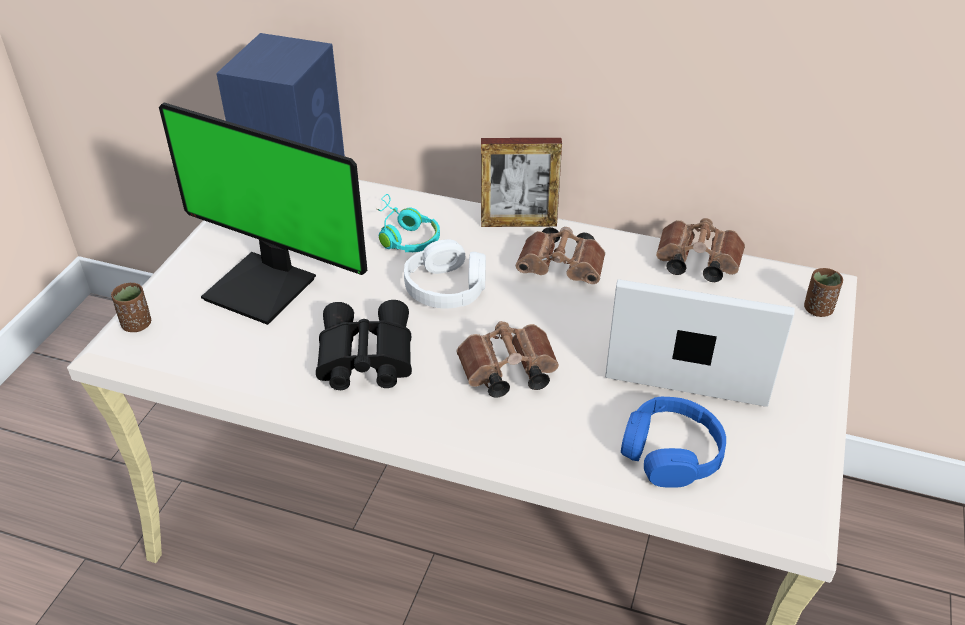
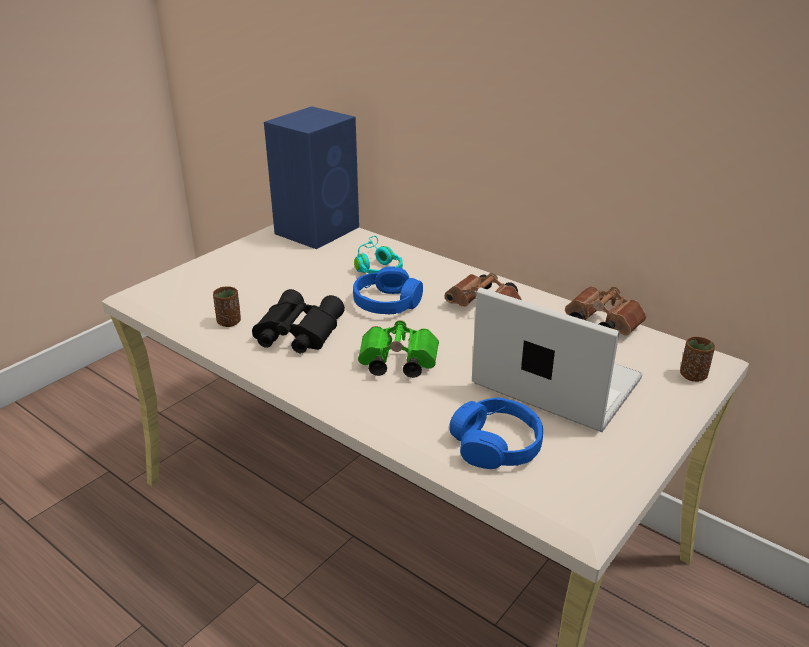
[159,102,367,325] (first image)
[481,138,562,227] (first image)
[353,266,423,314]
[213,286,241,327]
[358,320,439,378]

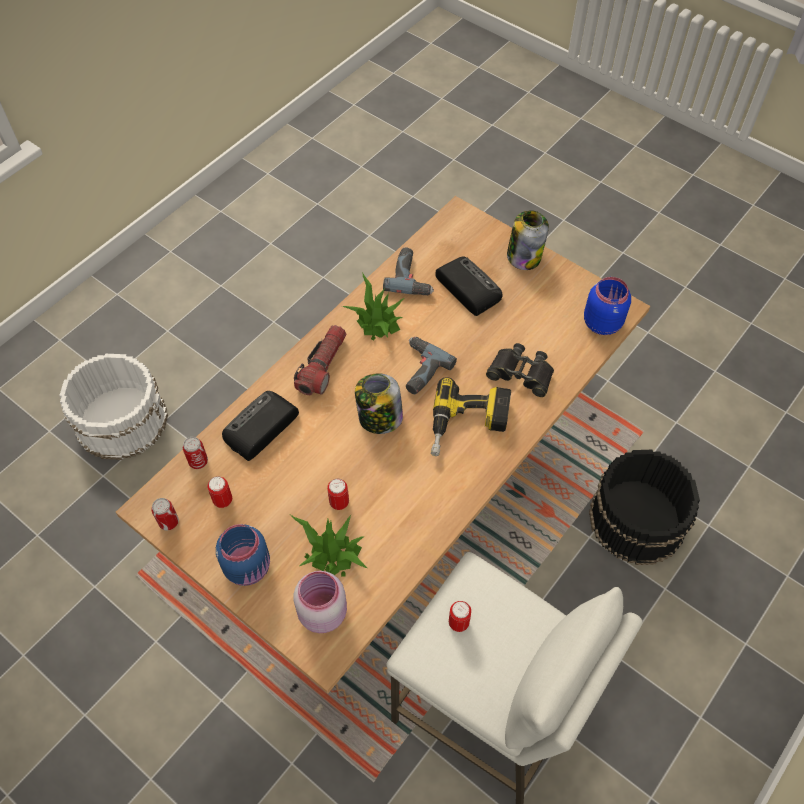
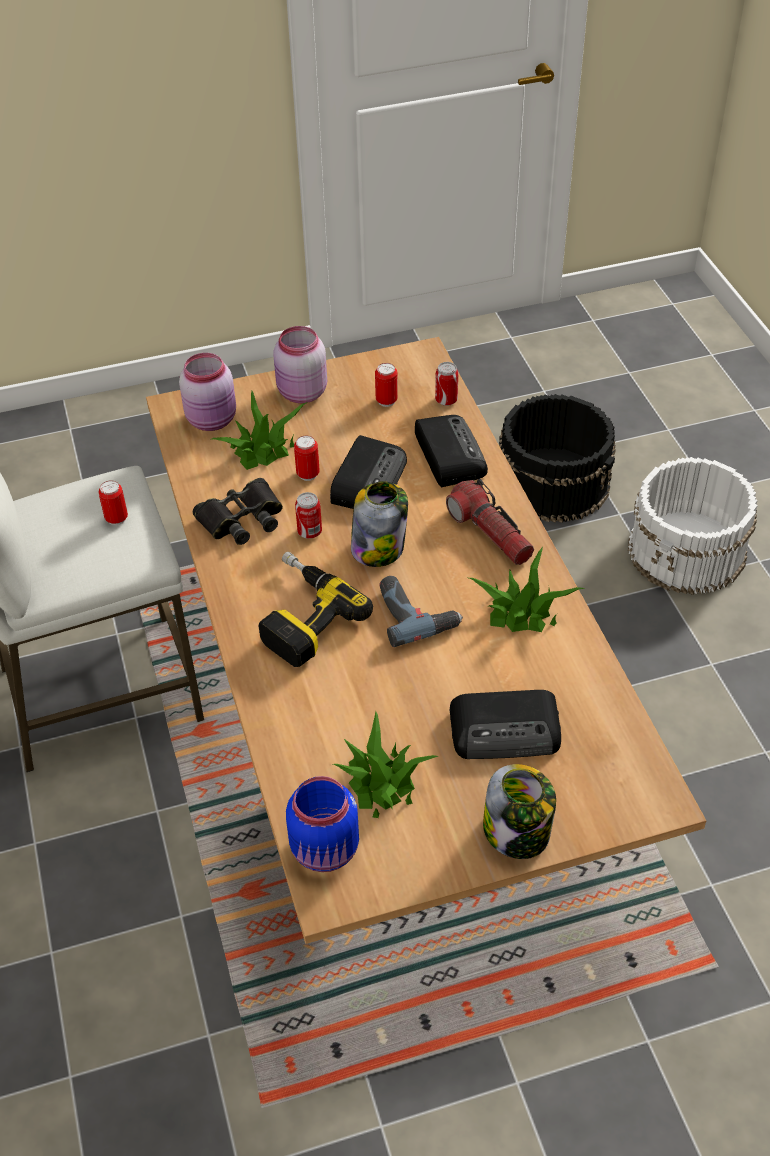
[383,248,434,295] (first image)
[193,478,283,545]
[499,394,616,523]
[295,492,322,539]
[273,326,327,403]
[330,435,407,509]
[333,711,438,818]

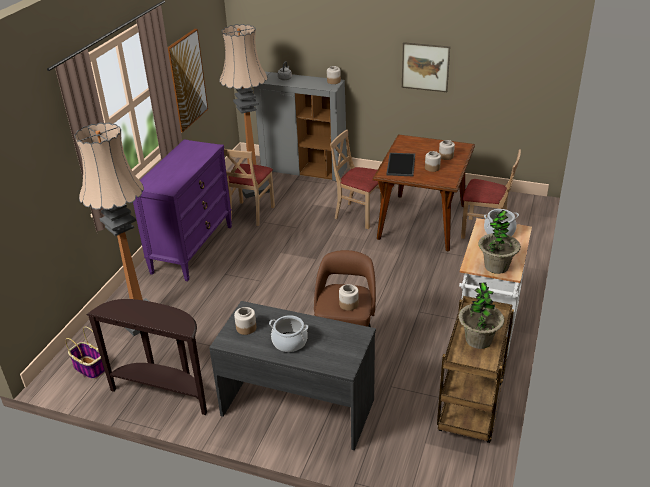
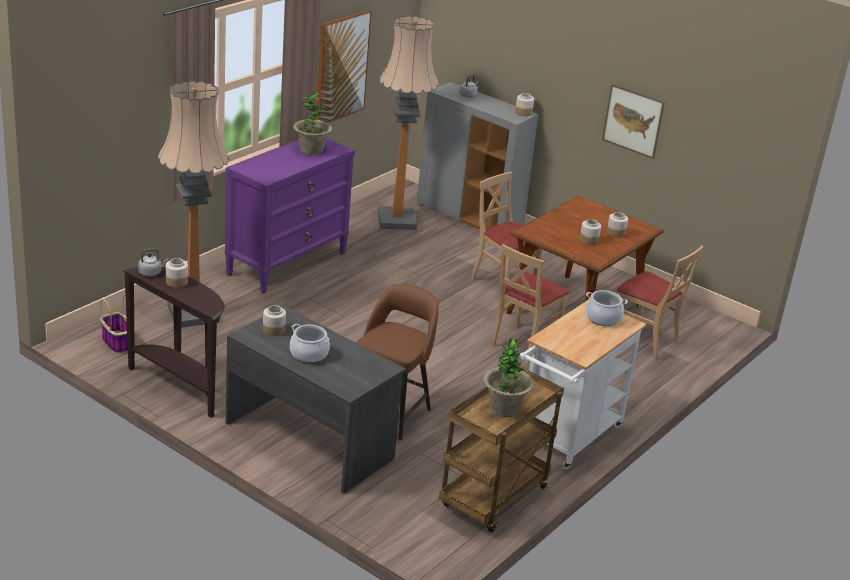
[491,244,569,363]
[386,153,415,176] (first image)
[293,93,332,155]
[166,258,188,288]
[138,249,168,277]

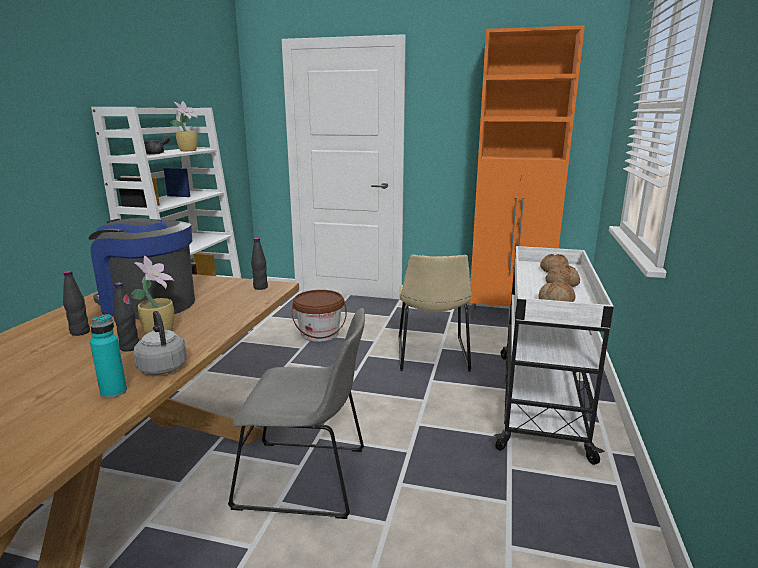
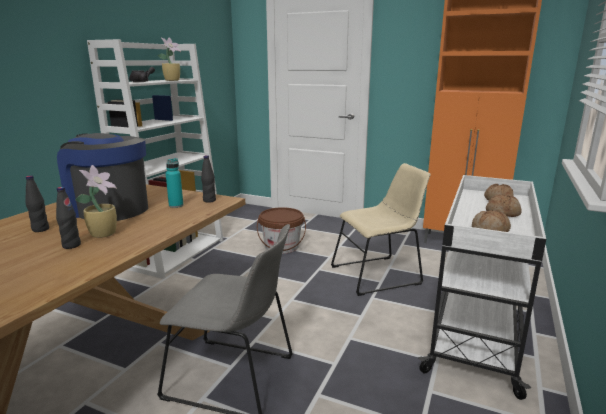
[331,163,431,296]
[134,311,187,375] (first image)
[165,158,183,208]

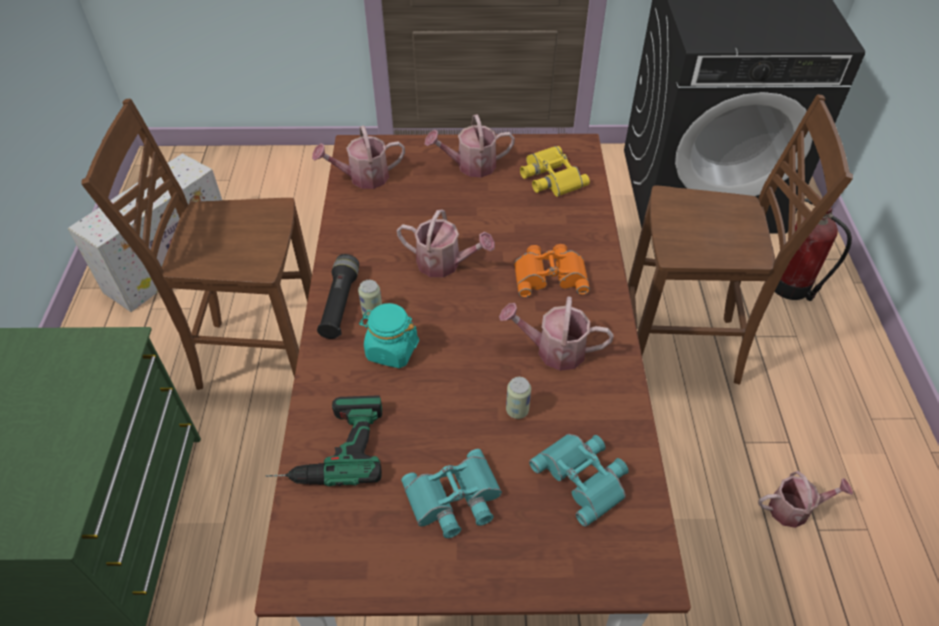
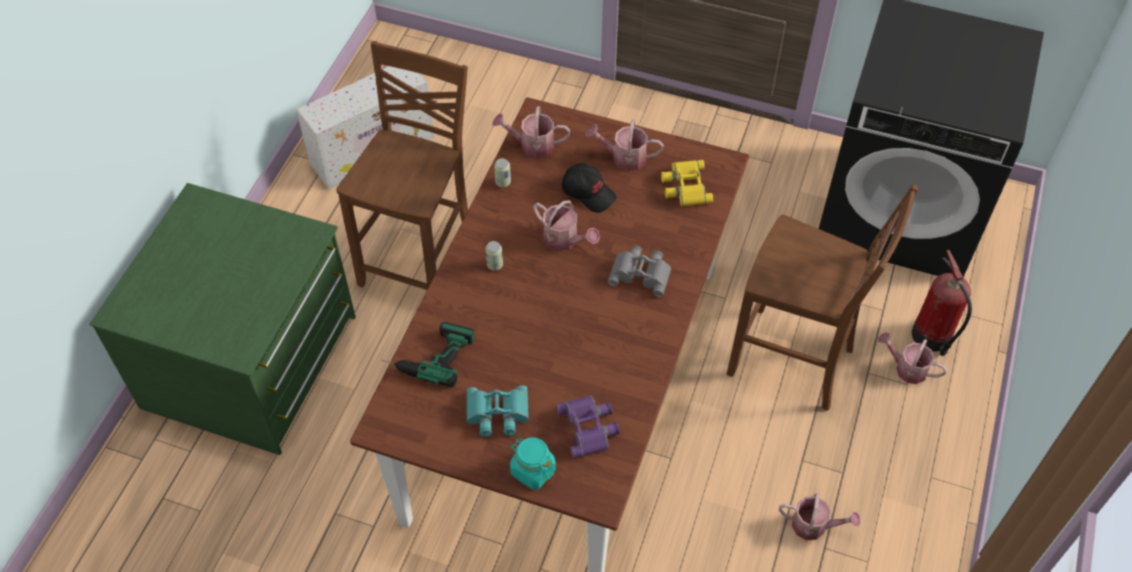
[336,41,468,290]
[608,245,671,297]
[317,254,359,339] (first image)
[877,332,947,384]
[510,437,556,490]
[494,158,511,187]
[556,395,620,458]
[562,163,616,213]

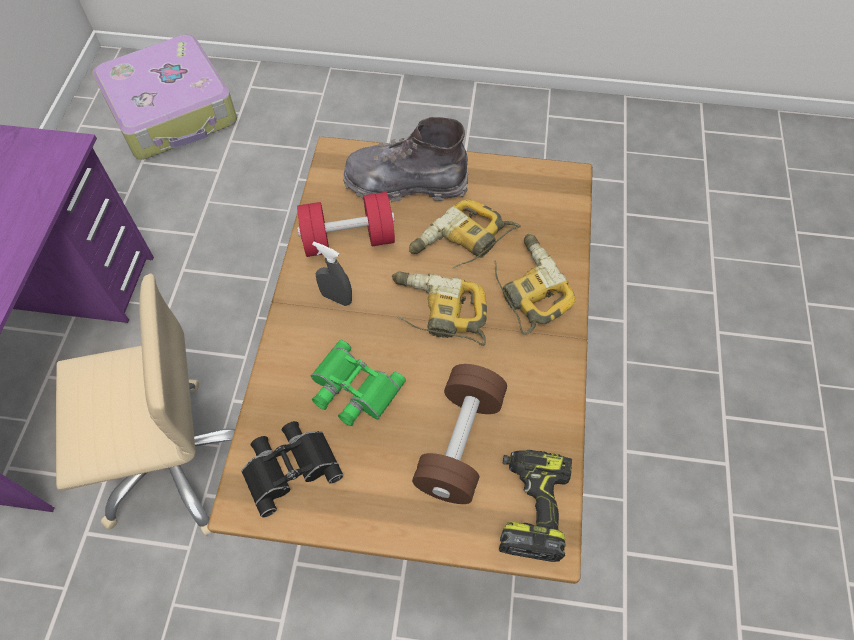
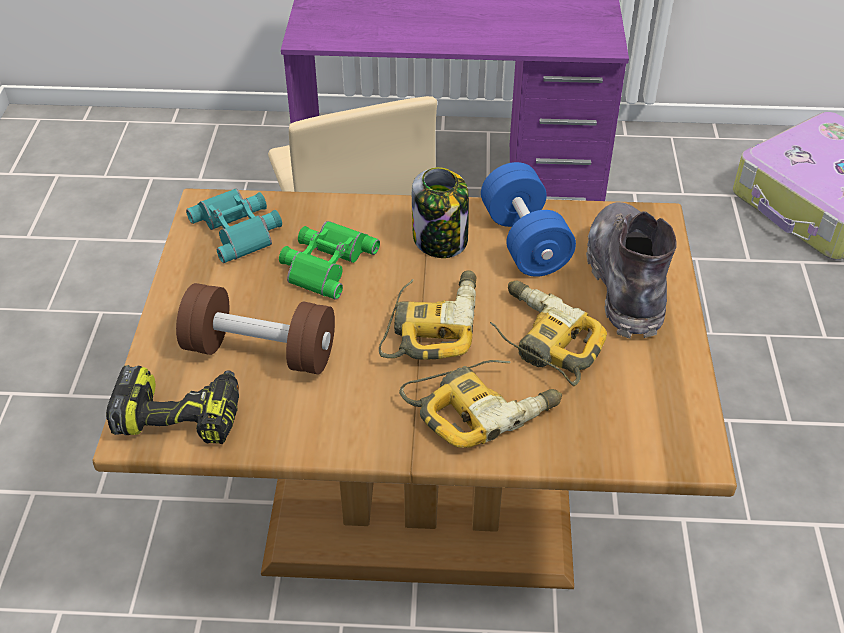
[481,162,576,277]
[412,167,469,258]
[186,188,282,263]

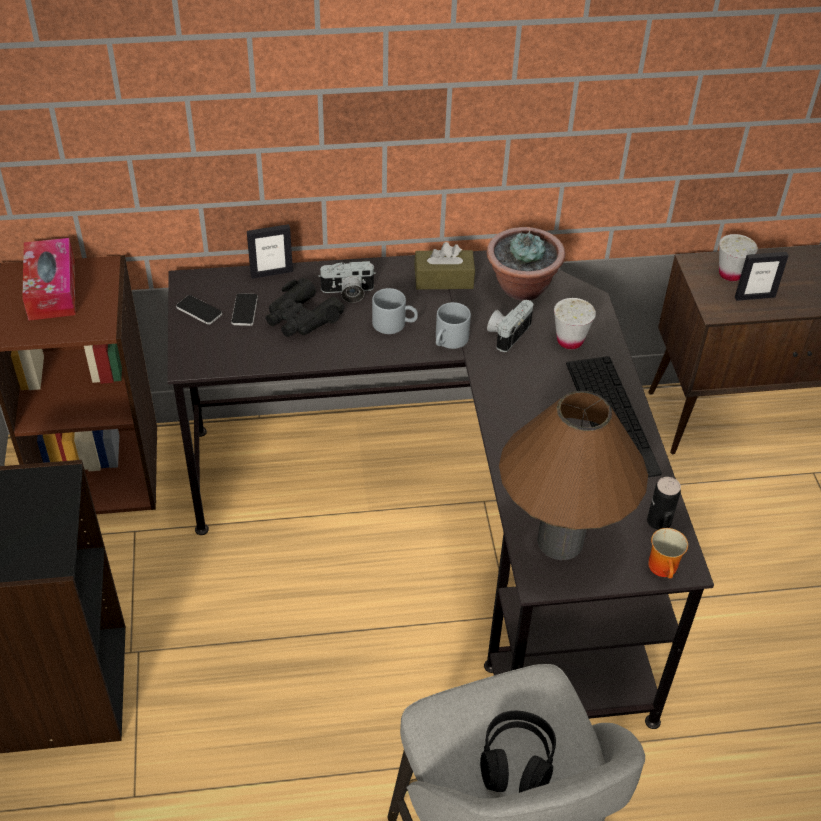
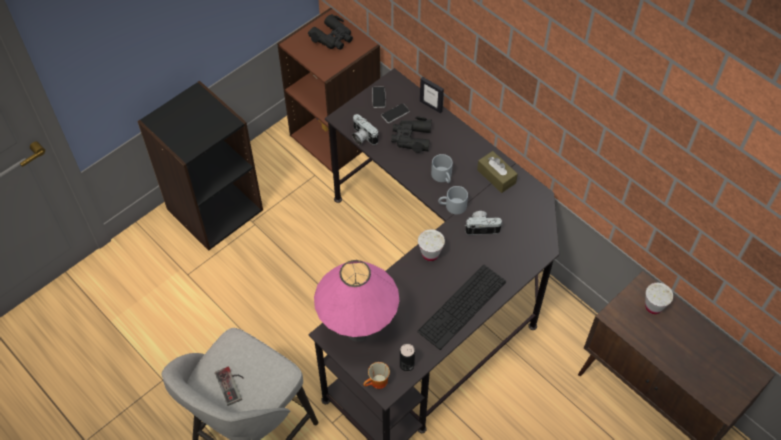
[487,227,565,301] (first image)
[308,14,353,50]
[735,252,789,301] (first image)
[352,114,378,145]
[418,229,445,261]
[314,260,400,342]
[215,366,244,406]

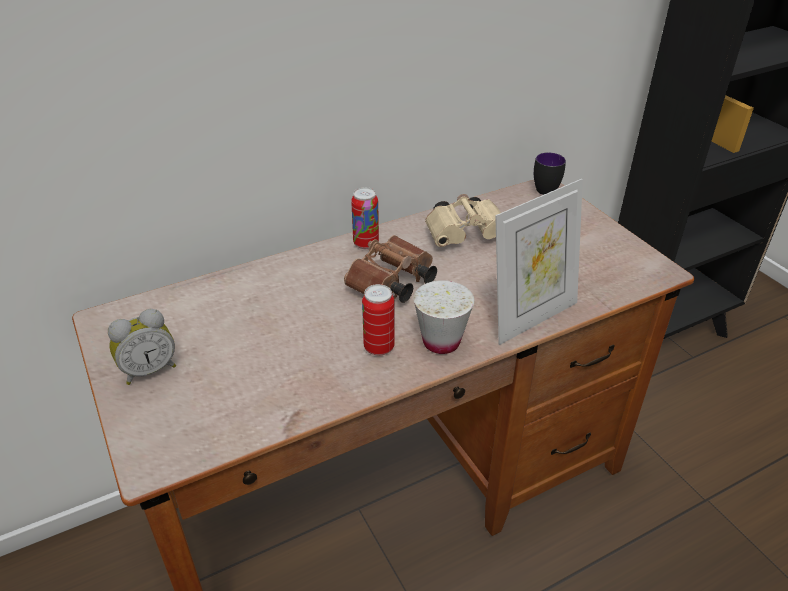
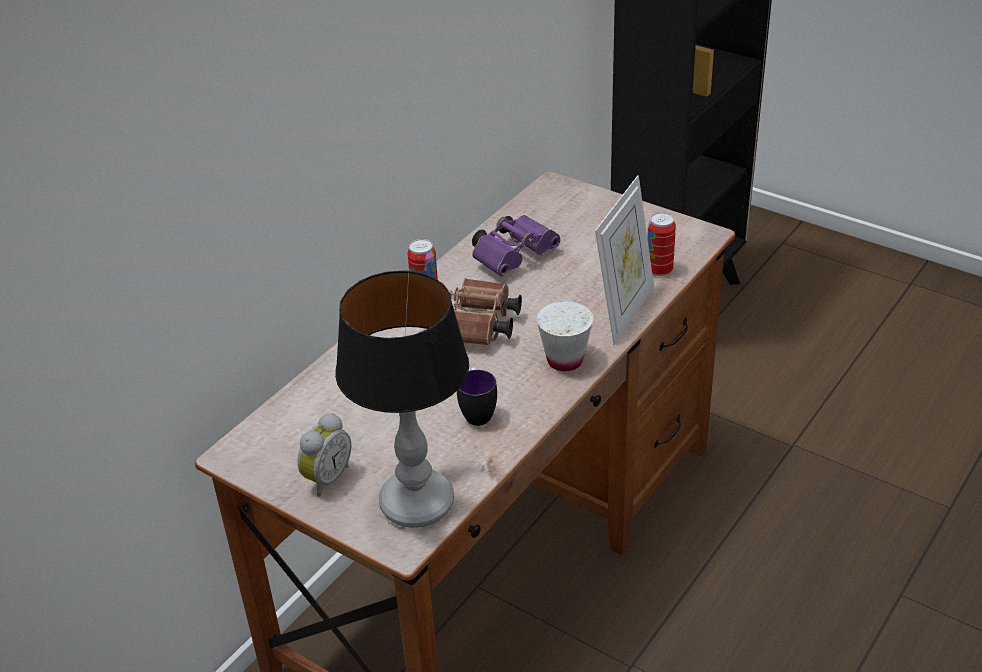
[457,368,497,426]
[472,215,560,276]
[647,212,676,276]
[335,270,469,528]

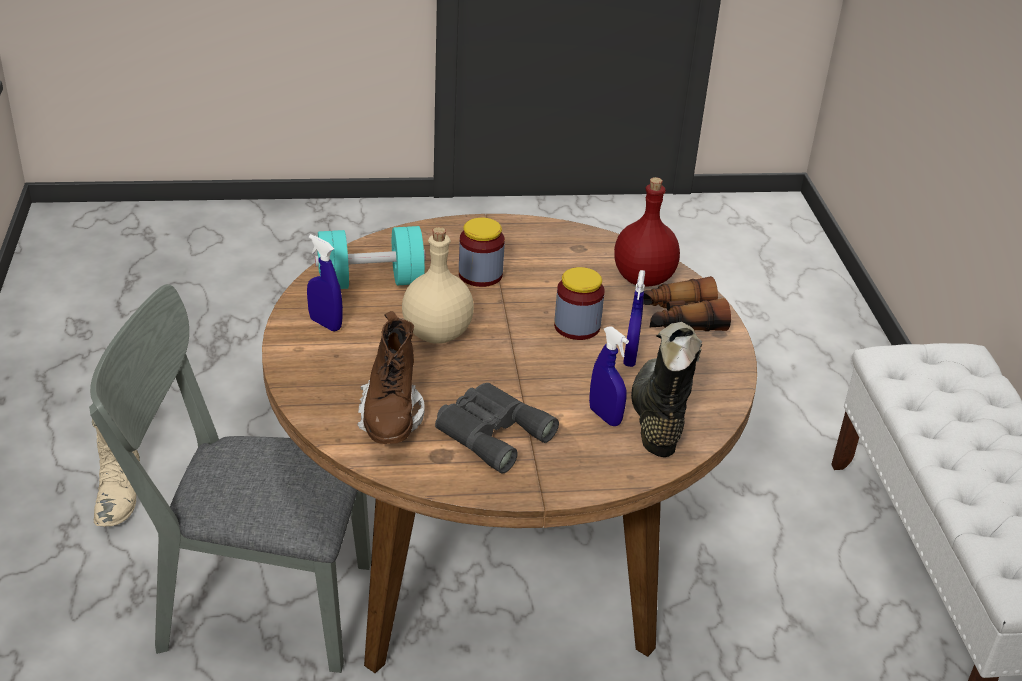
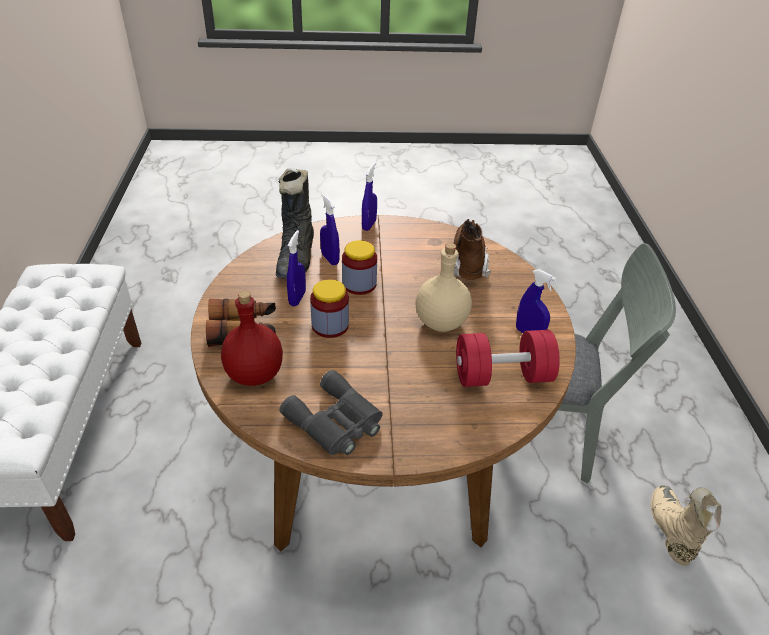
[342,240,377,295]
[456,330,560,387]
[280,370,382,455]
[362,163,377,231]

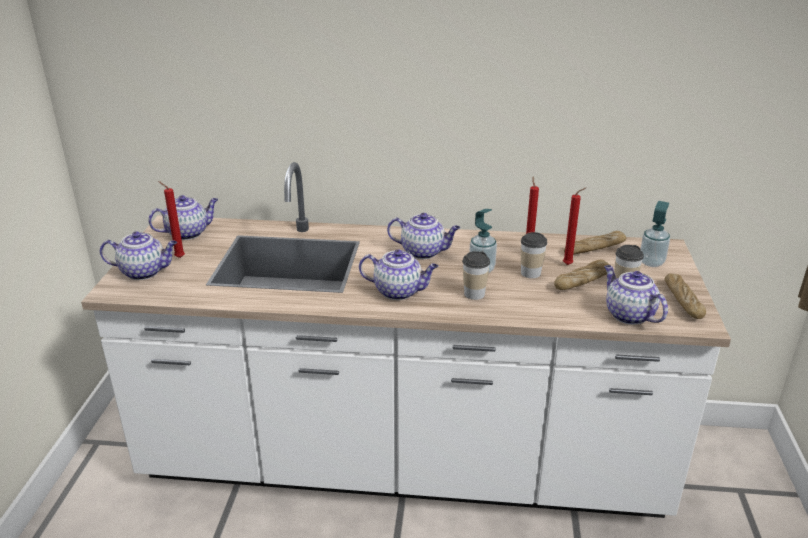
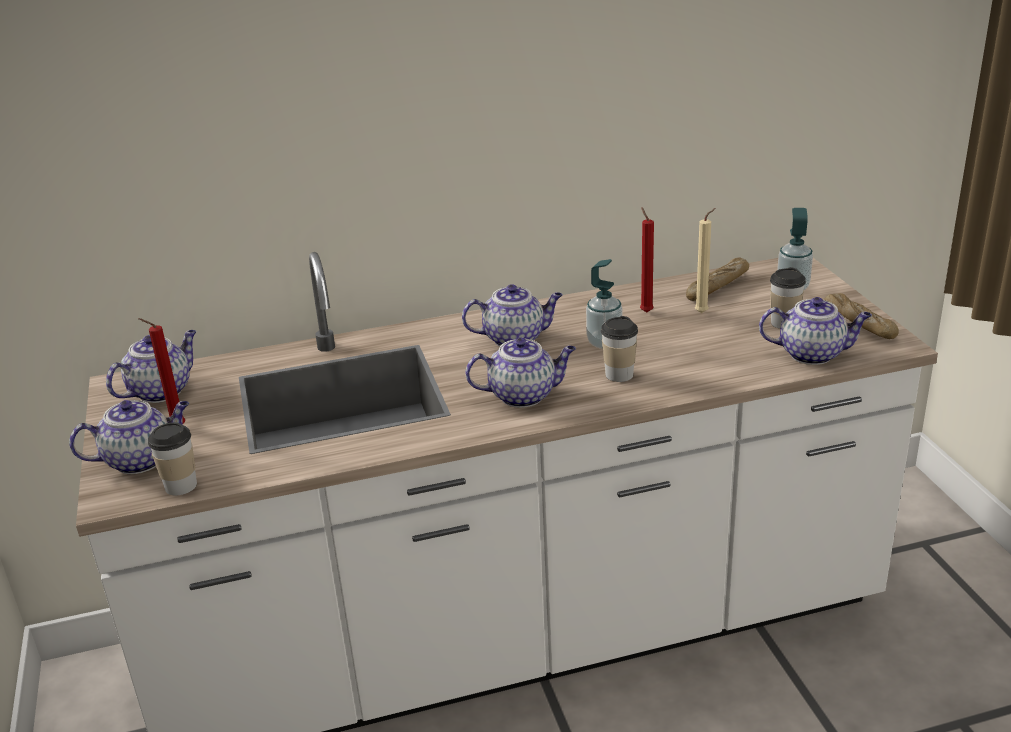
[695,208,716,313]
[148,422,197,495]
[554,259,609,290] (first image)
[759,297,872,365]

